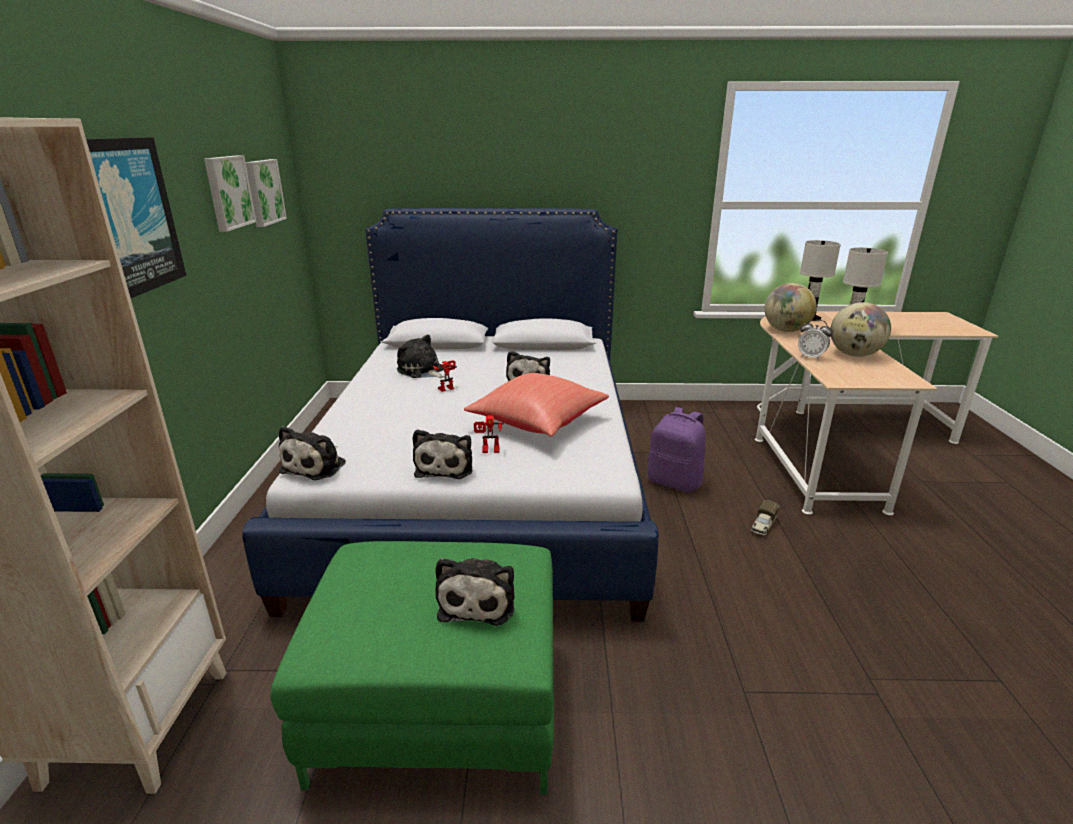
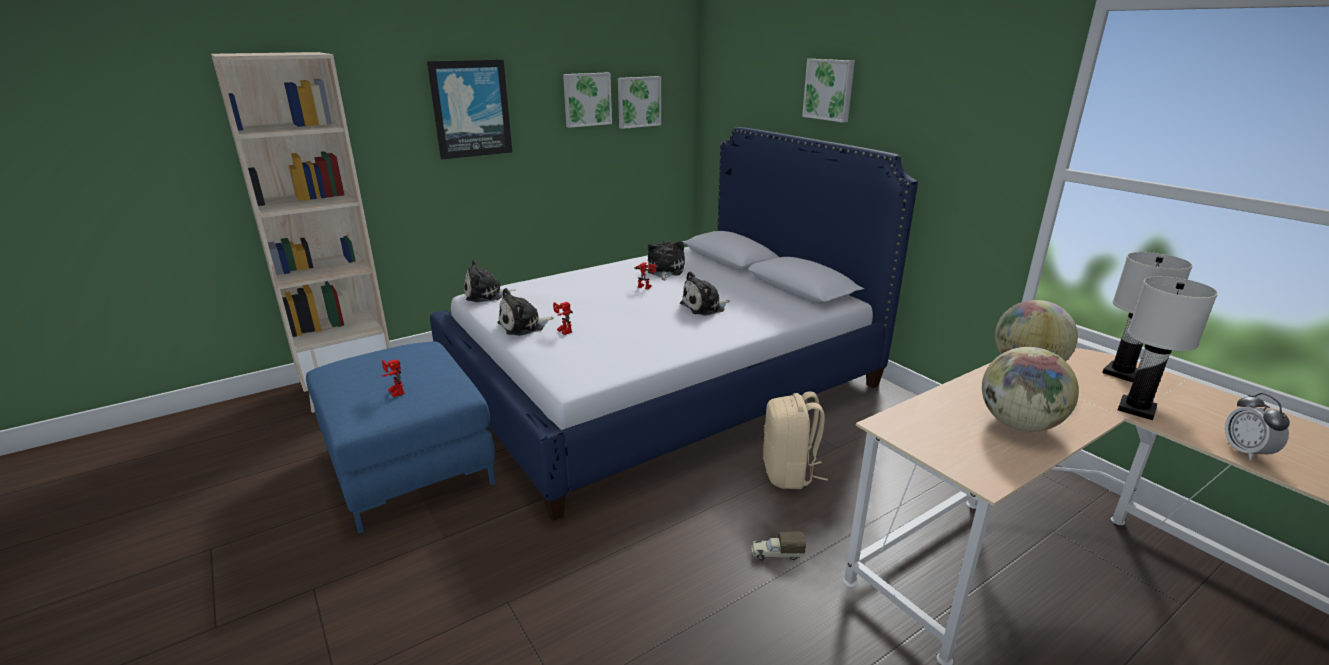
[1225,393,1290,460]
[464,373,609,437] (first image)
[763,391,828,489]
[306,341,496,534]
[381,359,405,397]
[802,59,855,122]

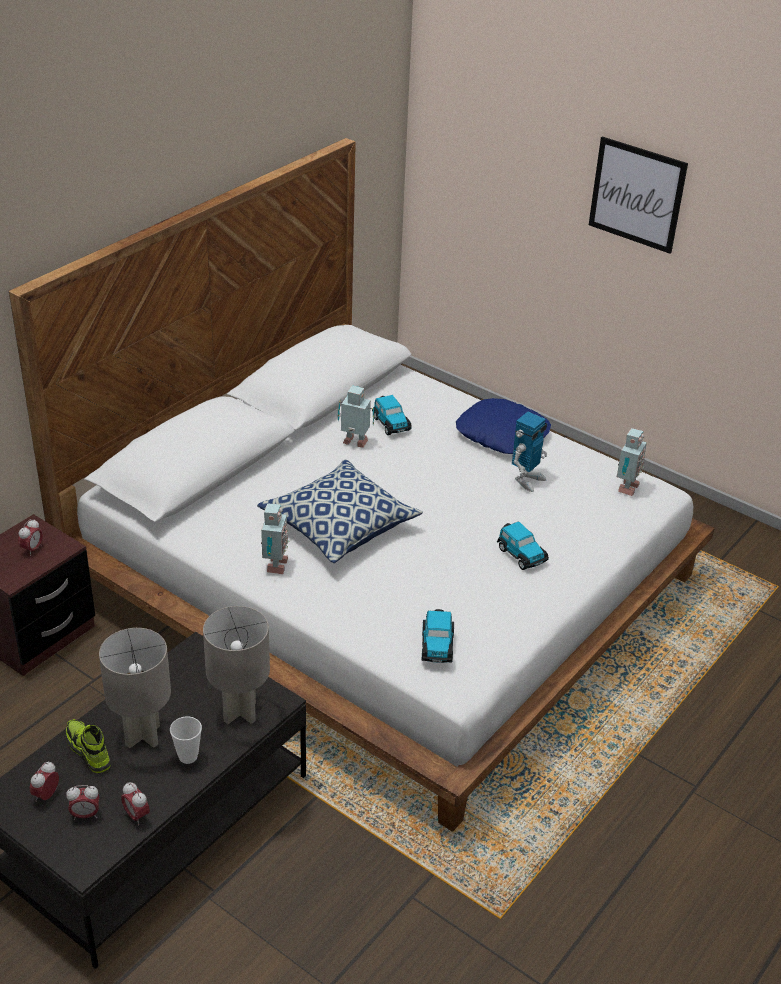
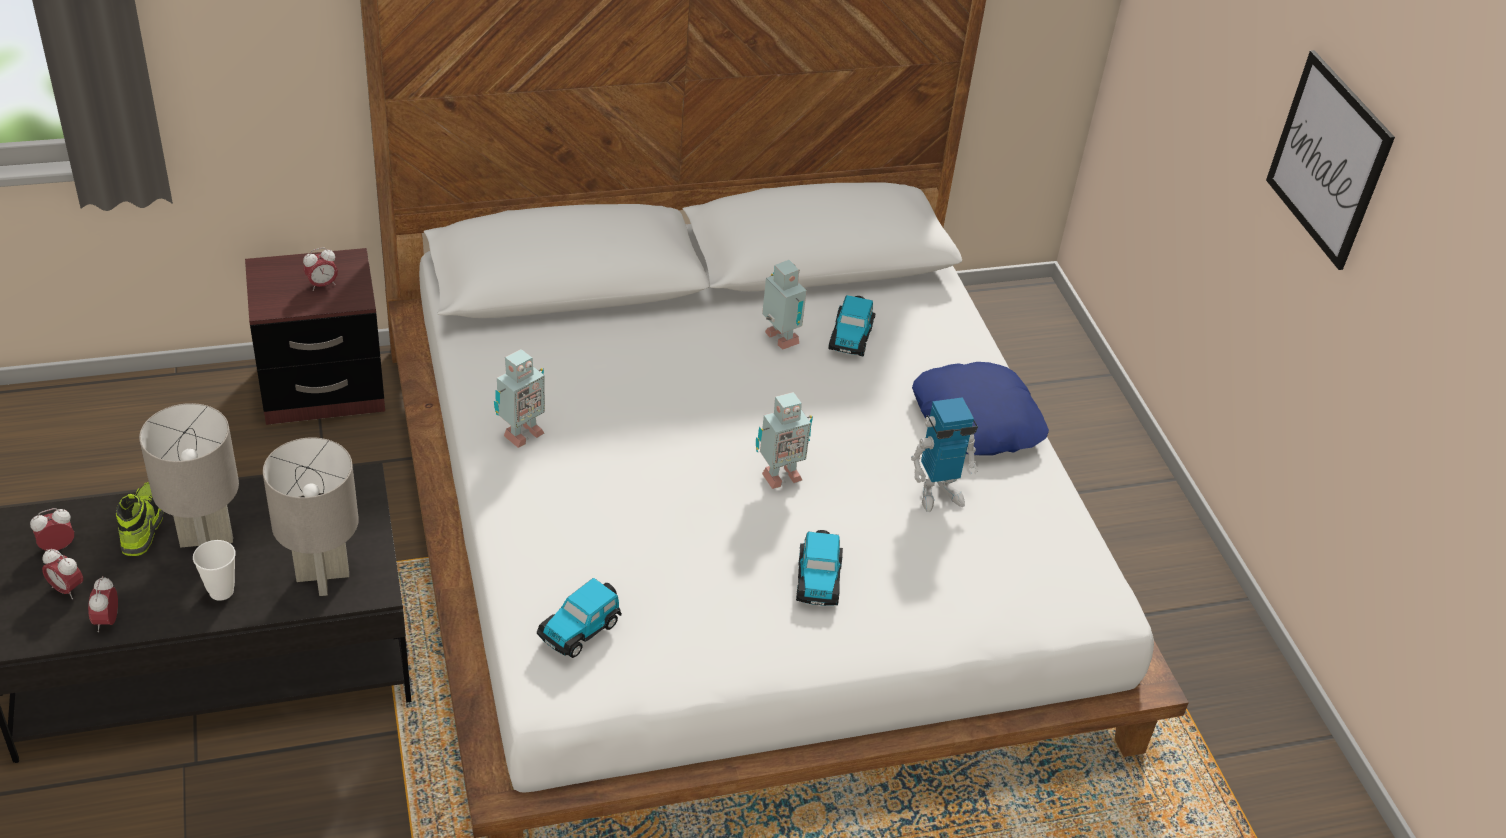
[756,392,813,489]
[257,459,423,563] (first image)

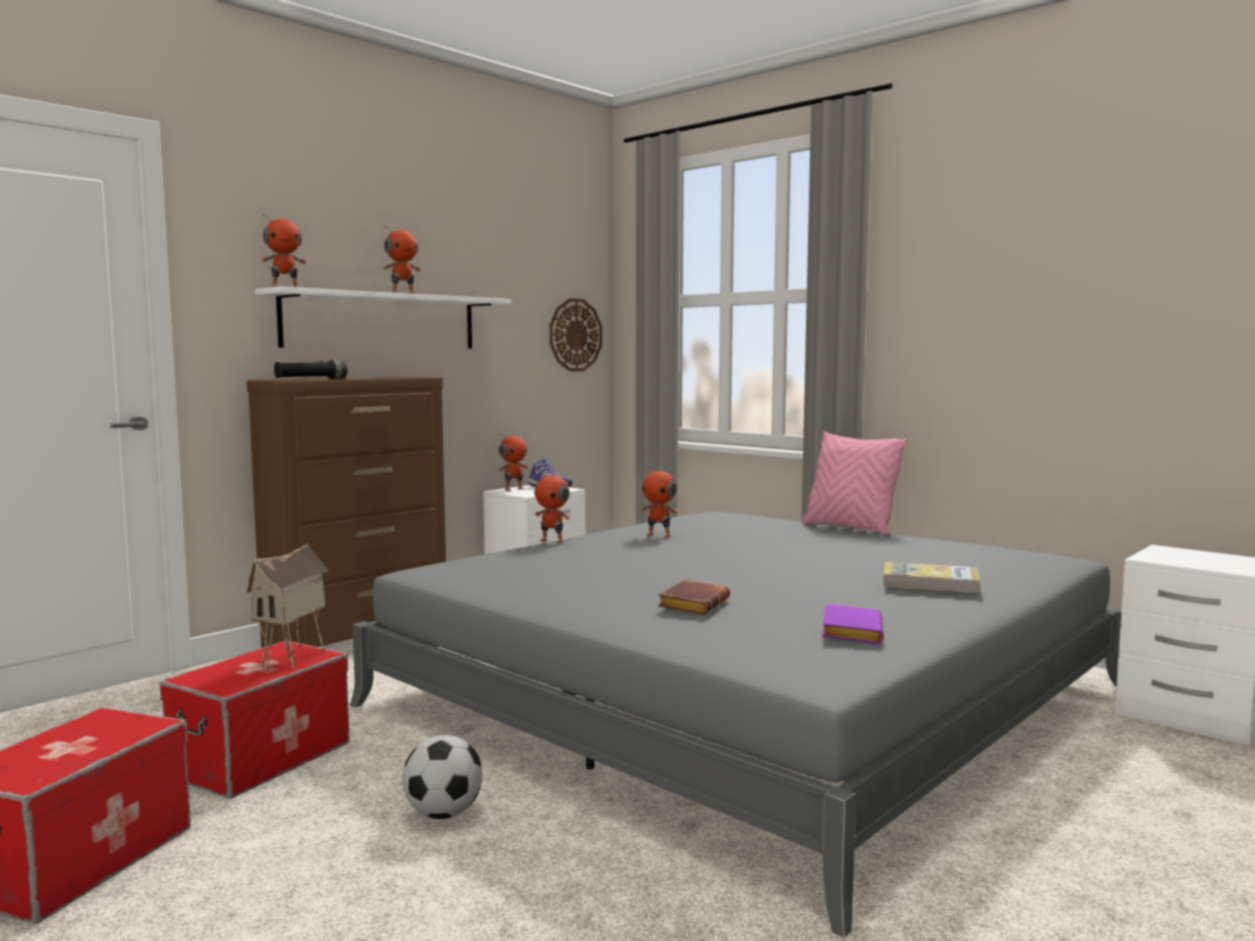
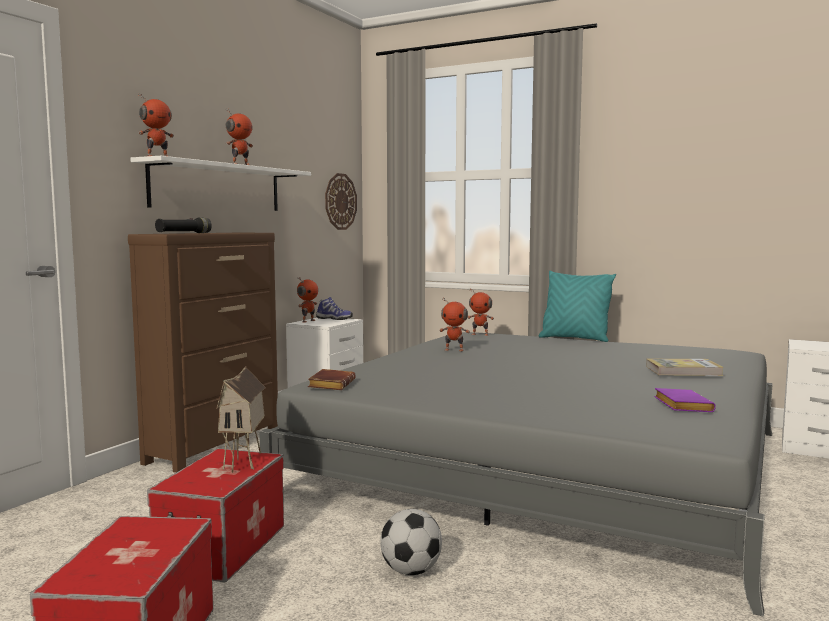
[539,270,616,342]
[467,289,494,336]
[308,369,356,390]

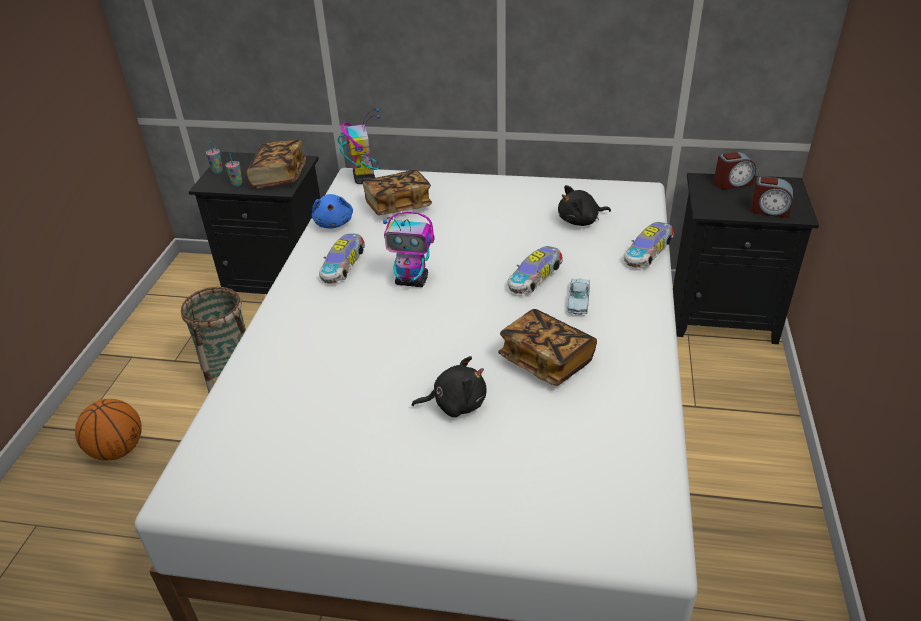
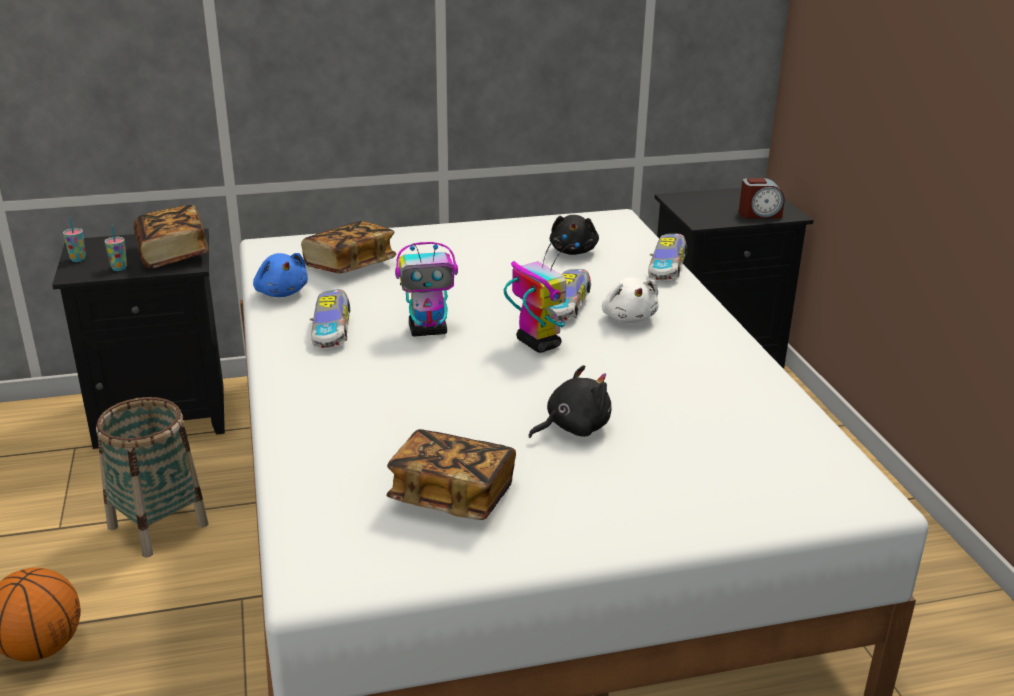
[504,234,580,353]
[714,151,756,189] (first image)
[550,215,599,255]
[602,277,658,323]
[386,429,516,520]

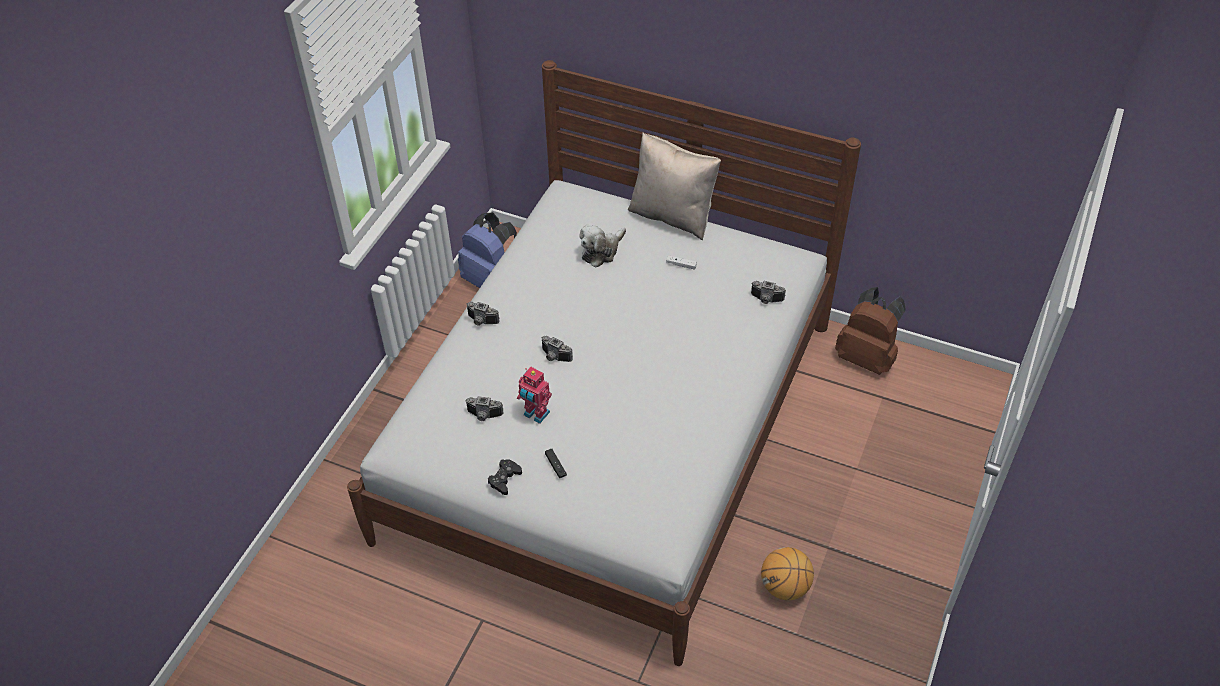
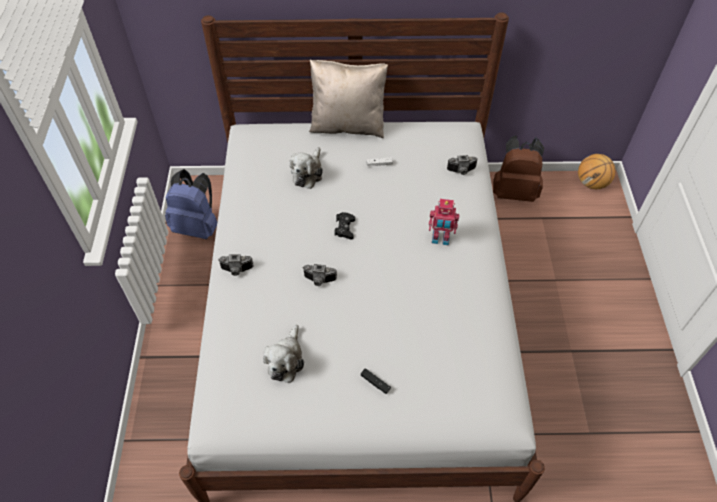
[429,199,459,245]
[263,324,304,383]
[335,212,355,239]
[578,154,616,189]

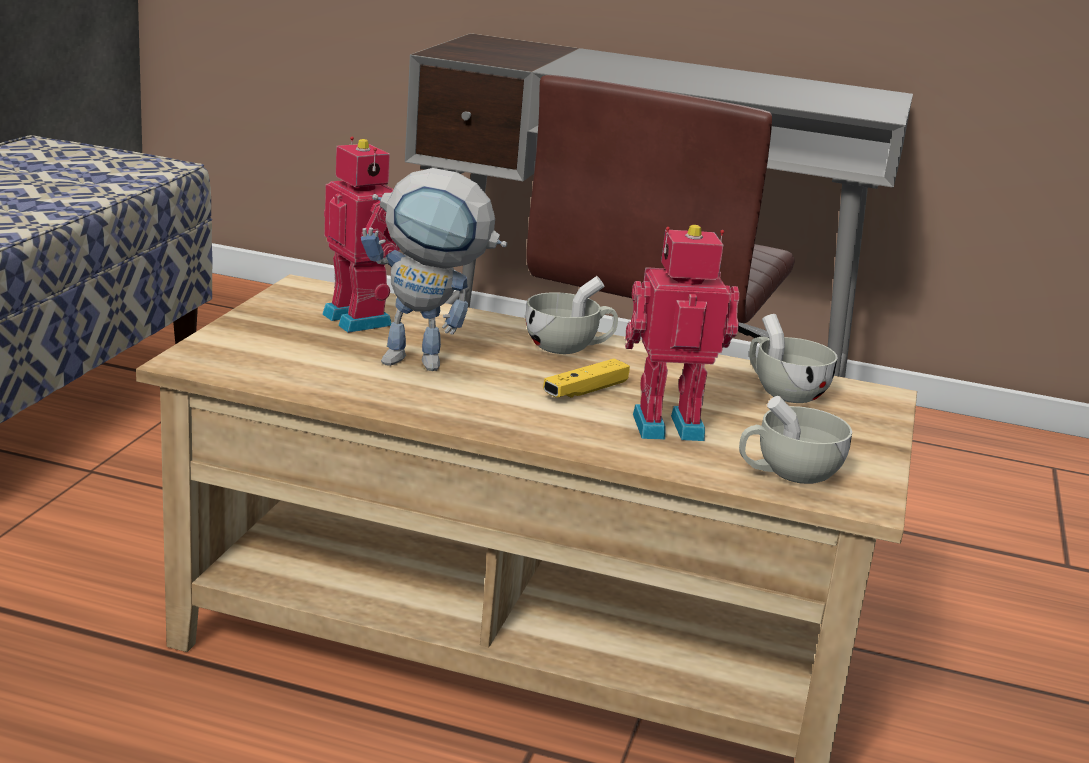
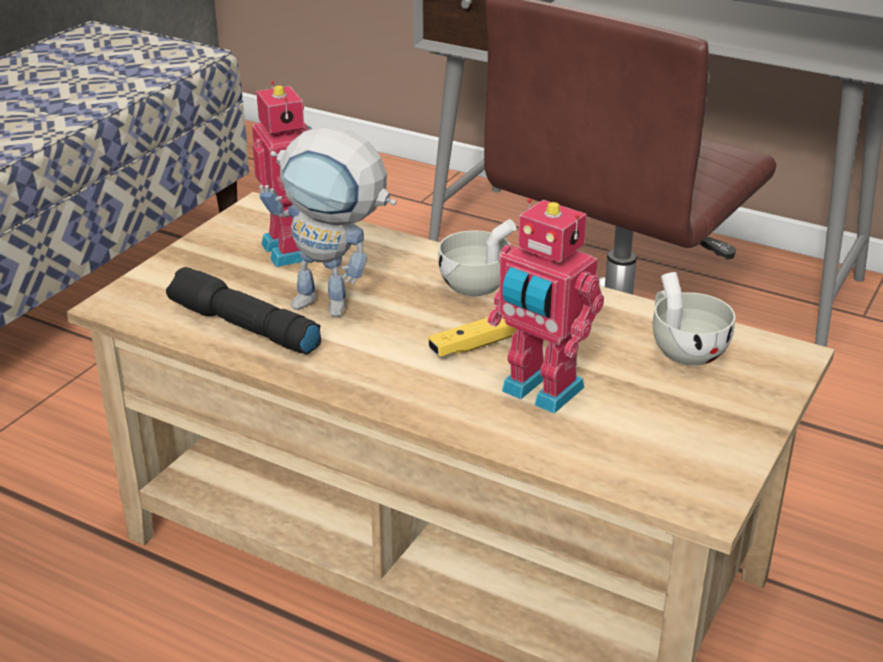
[487,198,604,414]
[739,396,852,484] (first image)
[166,267,321,355]

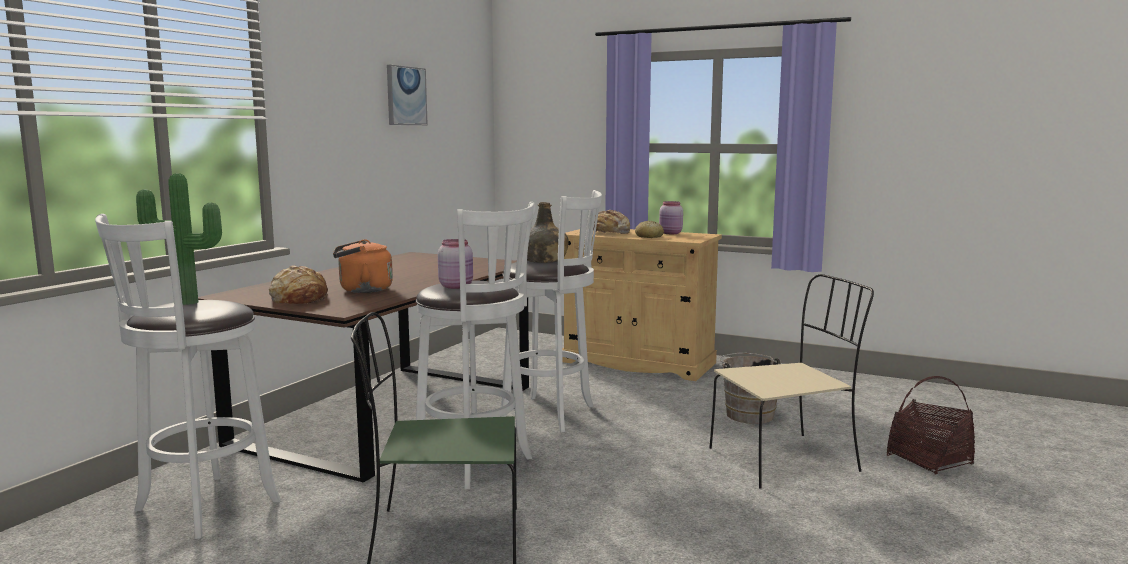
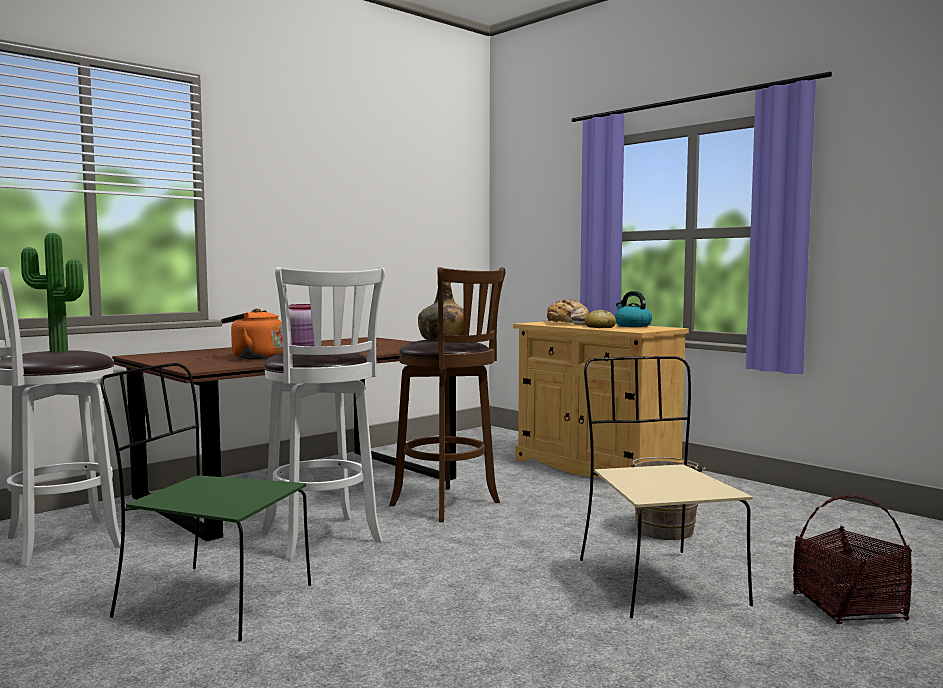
[387,65,428,125] (first image)
[389,267,506,522]
[615,291,652,327]
[269,265,328,304] (first image)
[580,356,753,618]

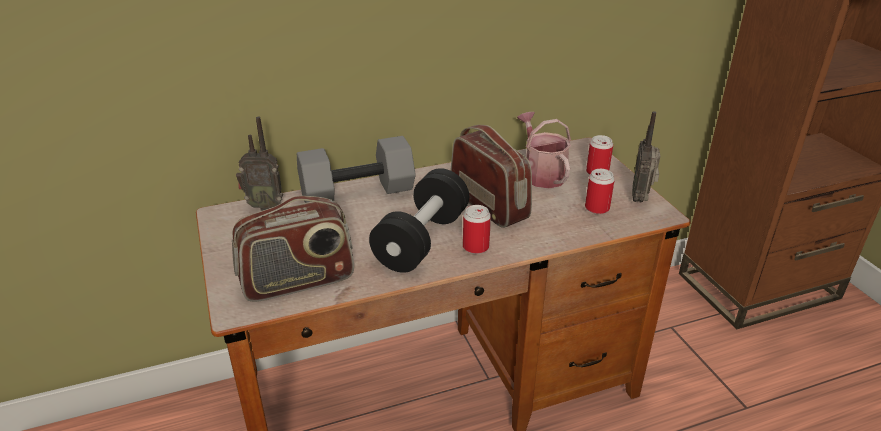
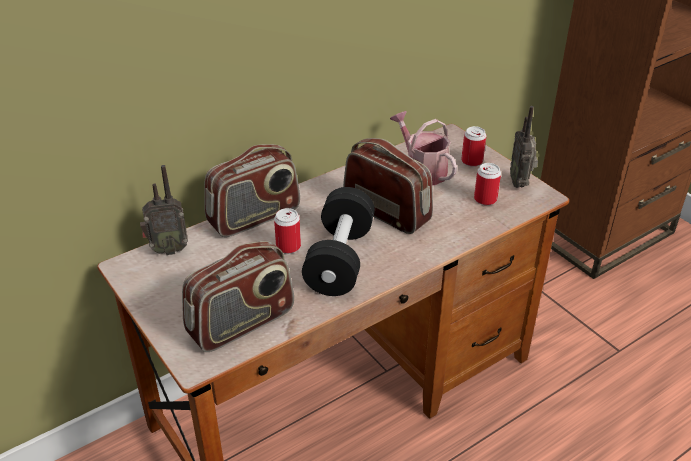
[204,144,300,237]
[274,208,301,254]

